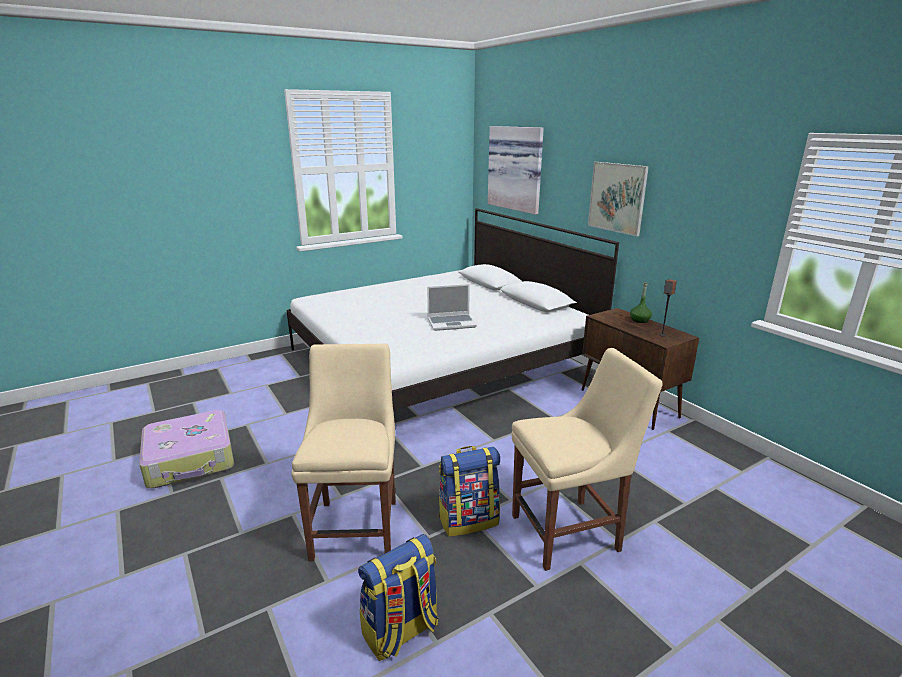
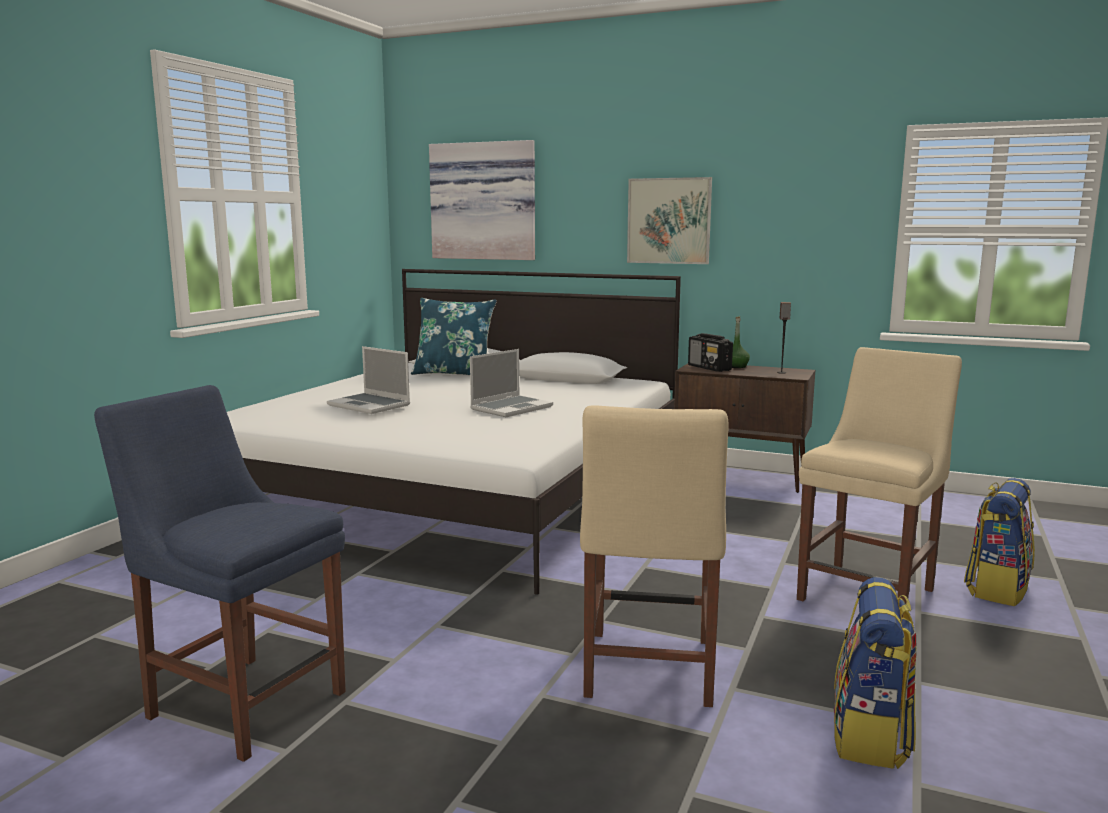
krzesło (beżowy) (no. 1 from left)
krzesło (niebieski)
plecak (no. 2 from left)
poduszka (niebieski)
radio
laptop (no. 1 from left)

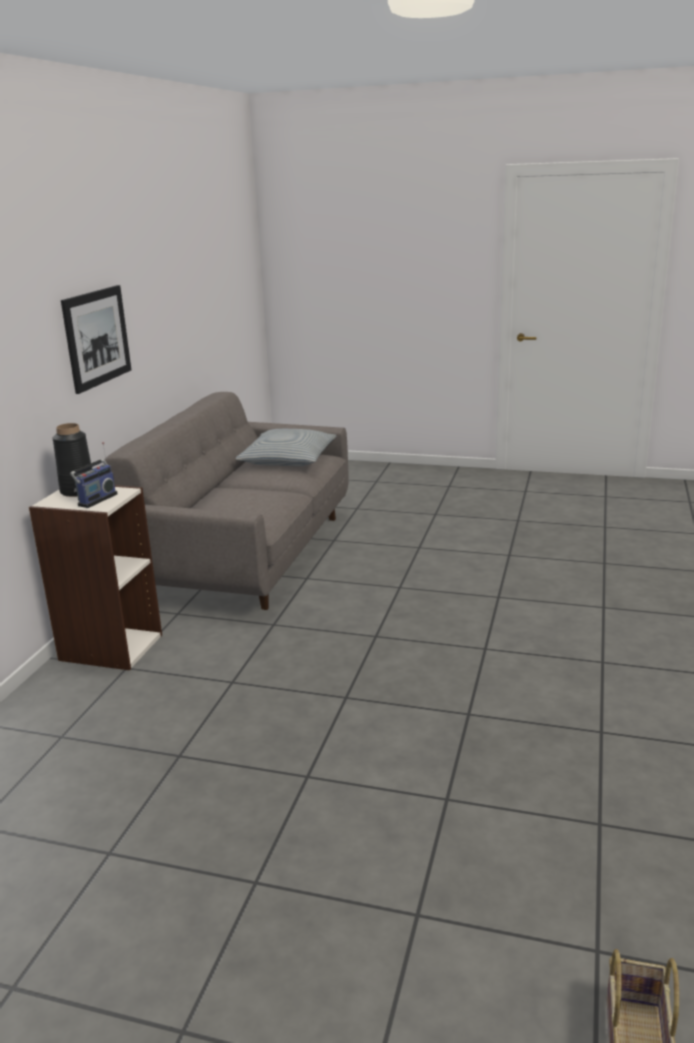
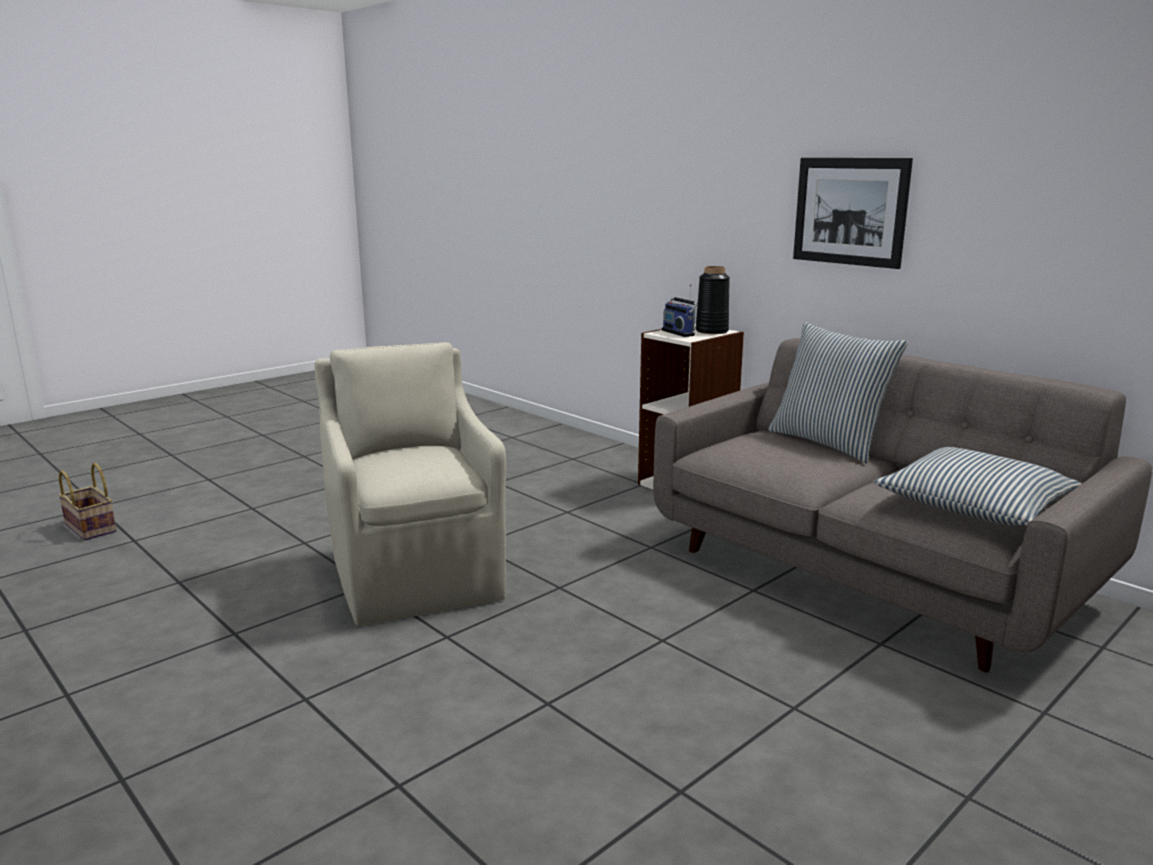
poduszka (no. 1 from left)
fotel (beżowy)

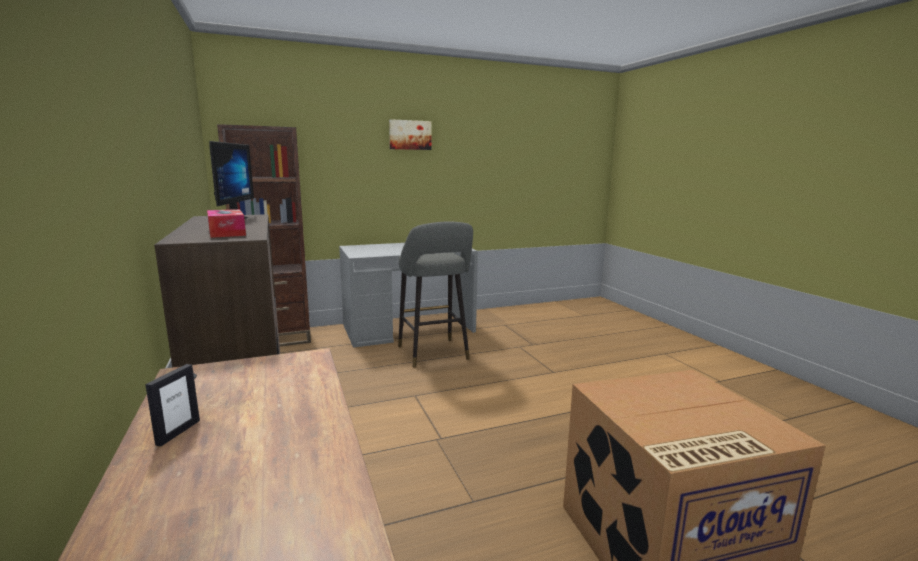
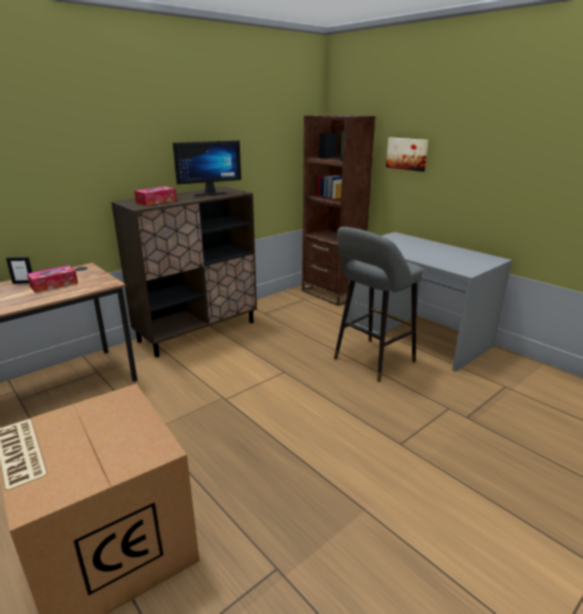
obraz
pudełko chusteczek (no. 1 from left)

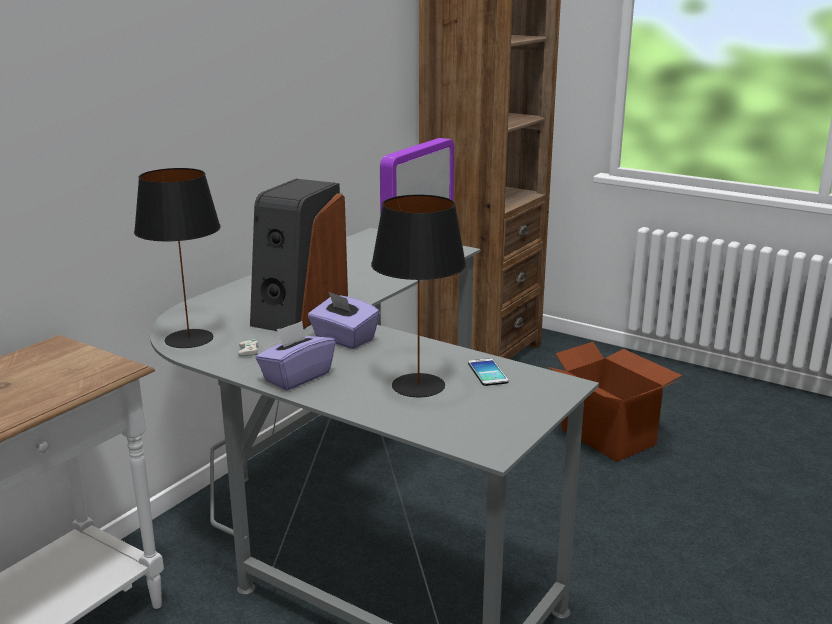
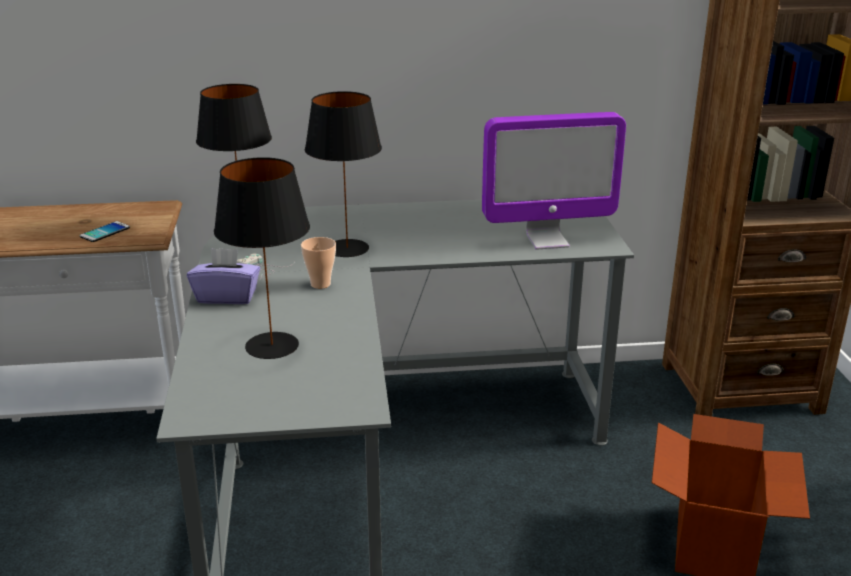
lampa stołowa (czarny) (no. 3 from left)
filiżanka
telefon

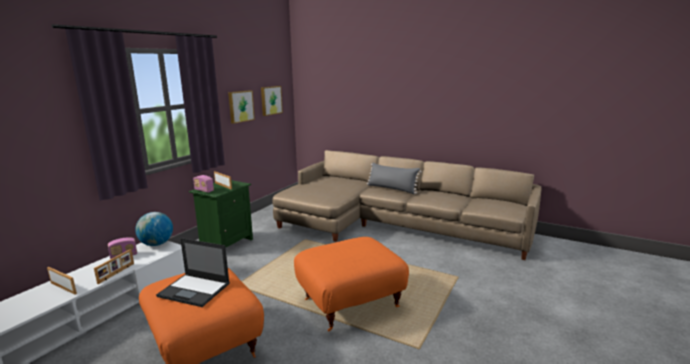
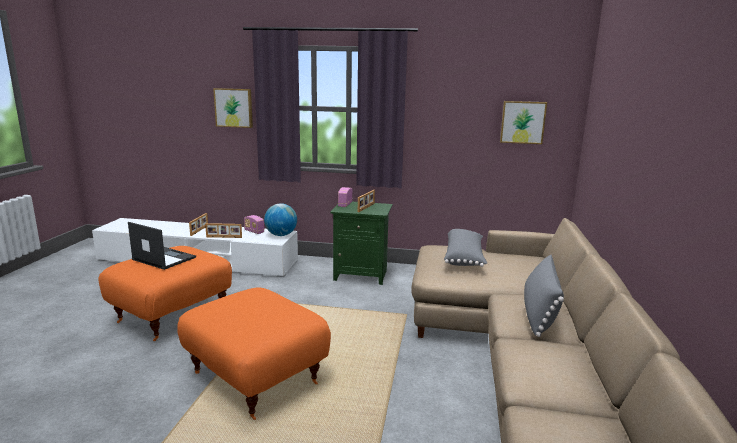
obraz (no. 1 from left)
laptop
poduszka (szary) (no. 1 from left)

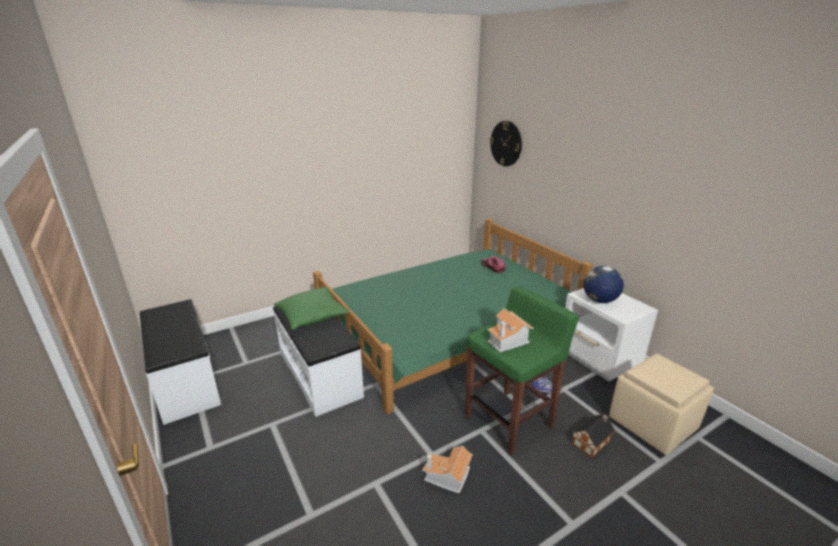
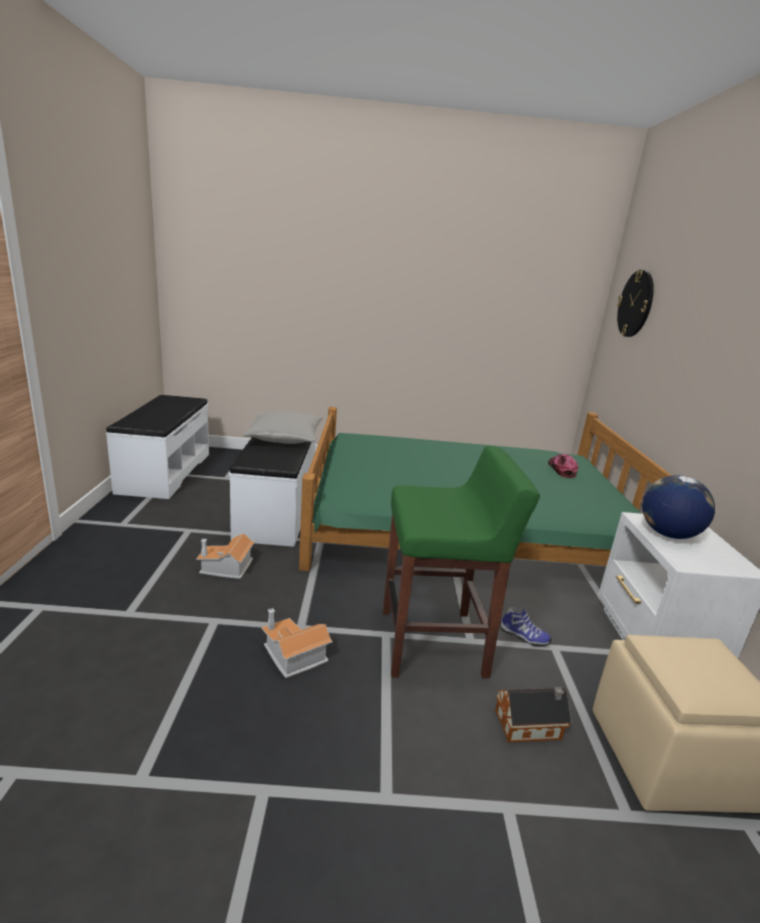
poduszka (szary)
domek (no. 1 from left)

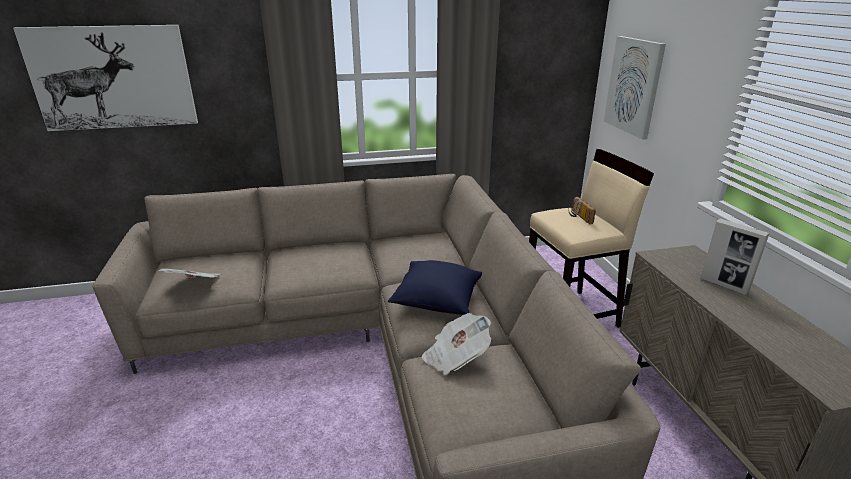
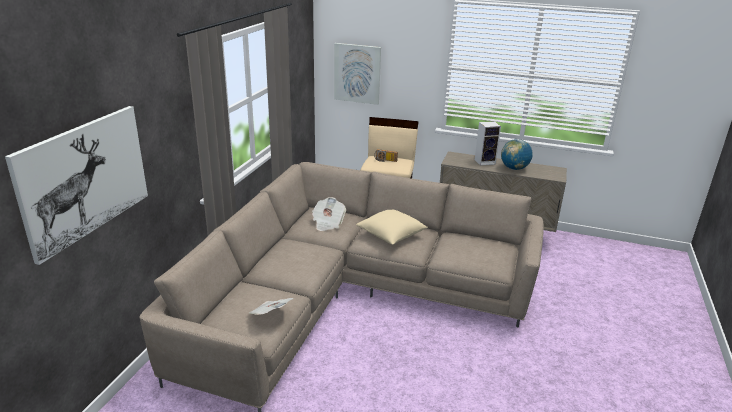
głośnik
poduszka (beżowy)
gazeta (no. 2 from left)
globus

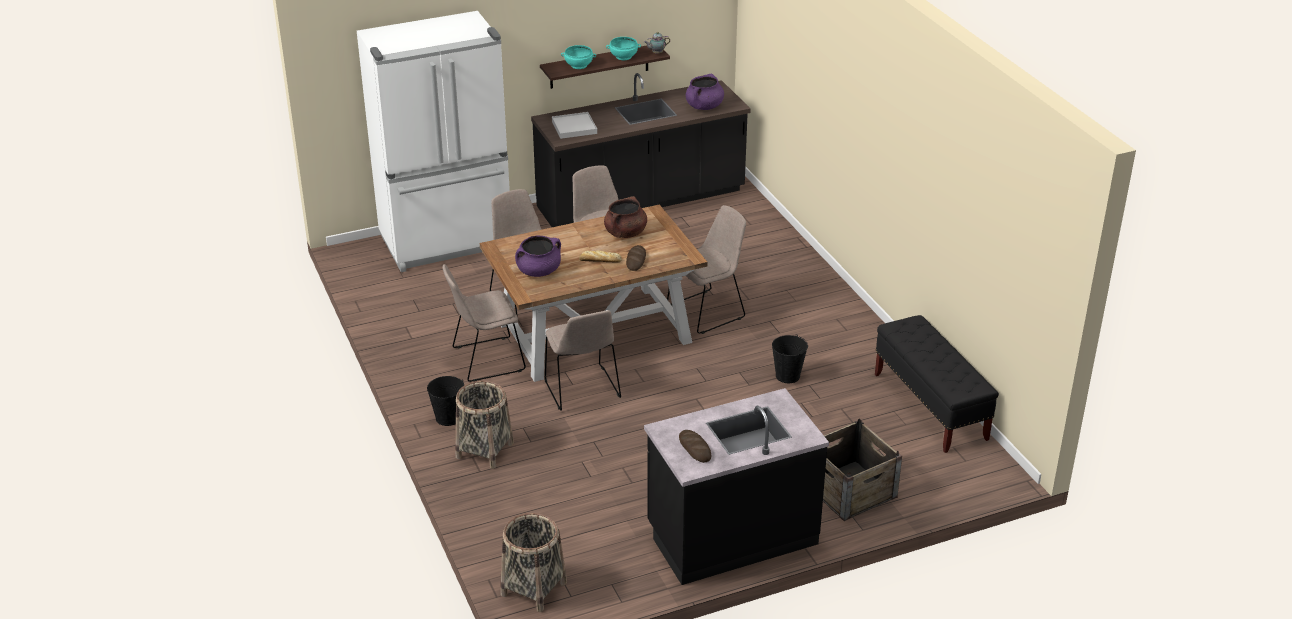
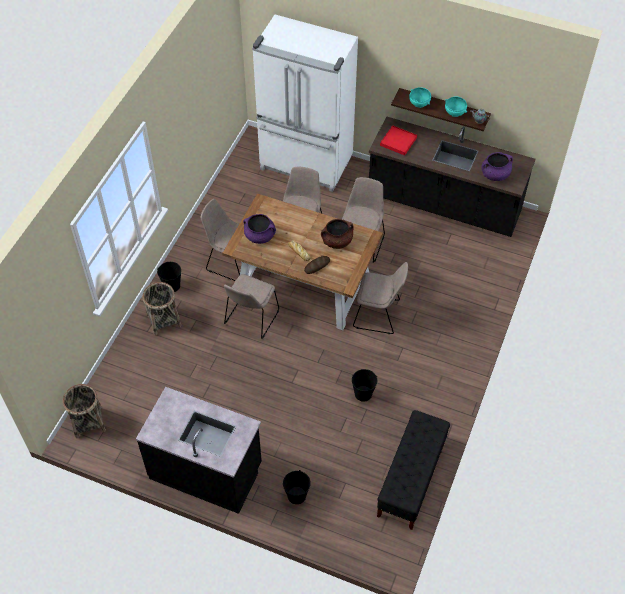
taca (czerwony)
wiadro (czarny) (no. 2 from left)
chleb (no. 3 from left in the first image)

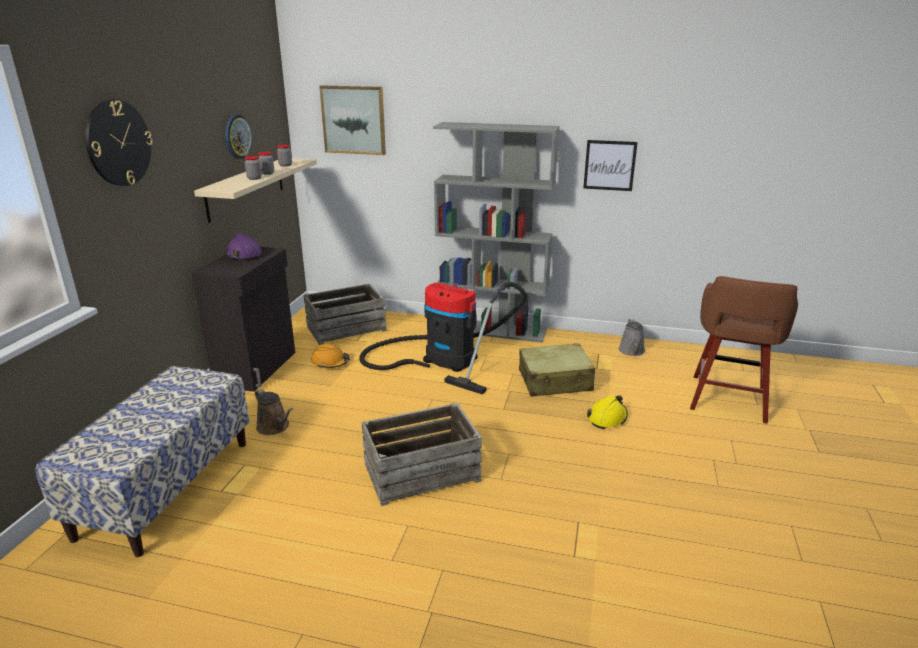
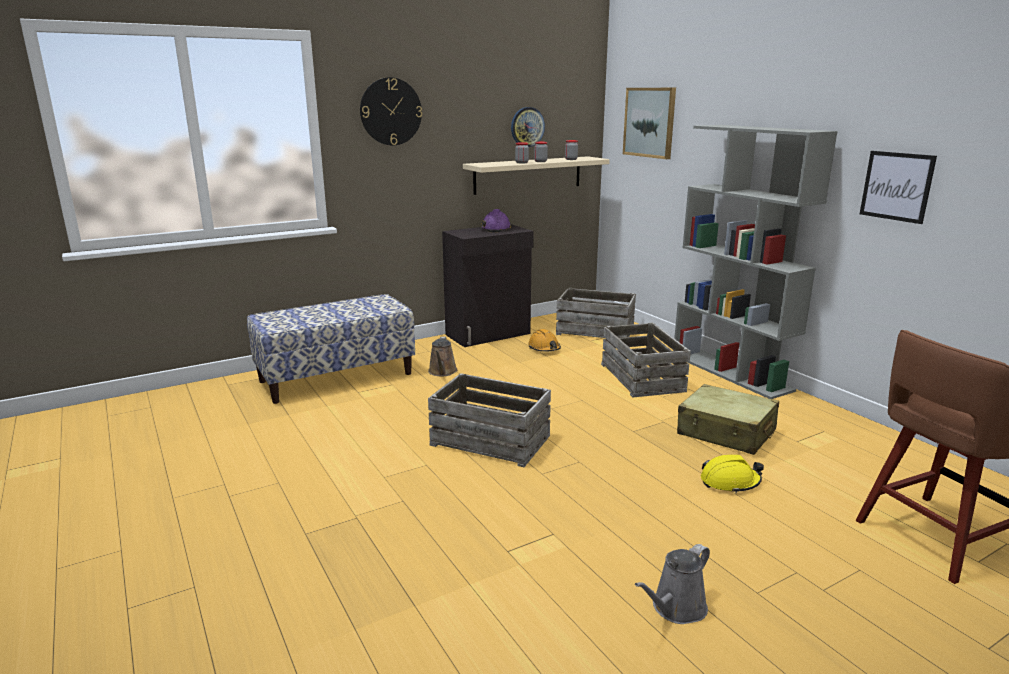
skrzynka (no. 3 from left)
konewka (szary)

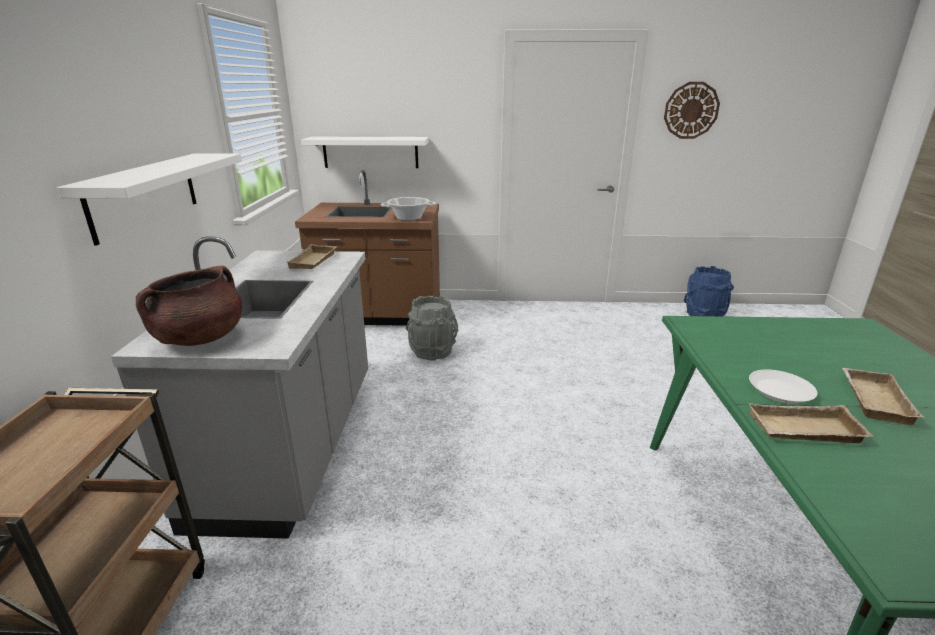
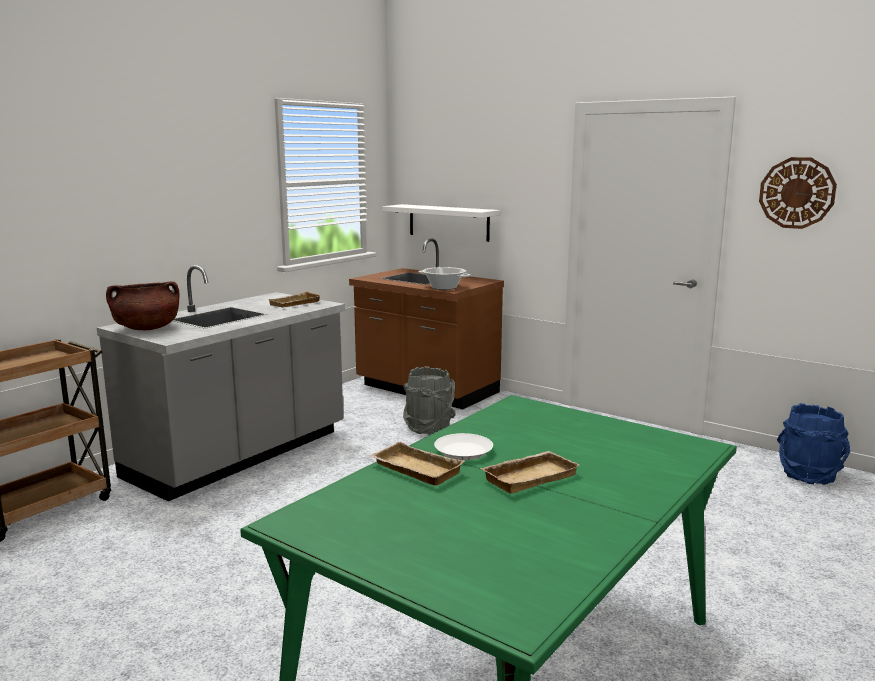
półka (biały) (no. 1 from left in the first image)

